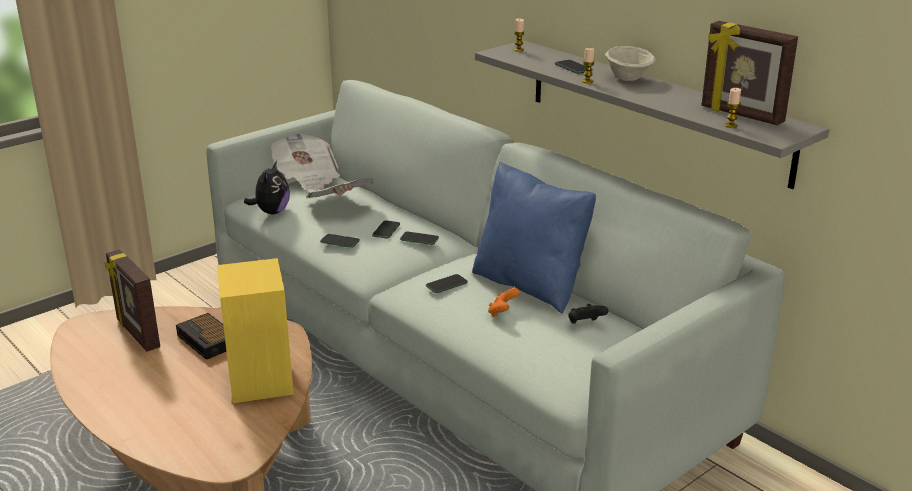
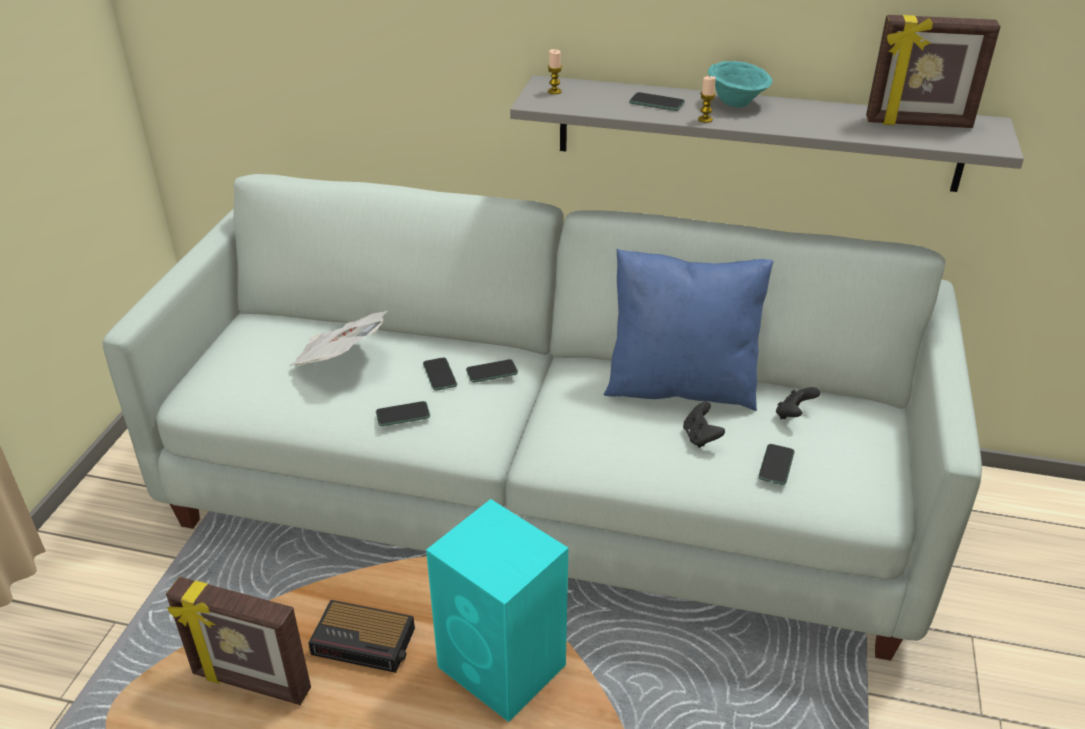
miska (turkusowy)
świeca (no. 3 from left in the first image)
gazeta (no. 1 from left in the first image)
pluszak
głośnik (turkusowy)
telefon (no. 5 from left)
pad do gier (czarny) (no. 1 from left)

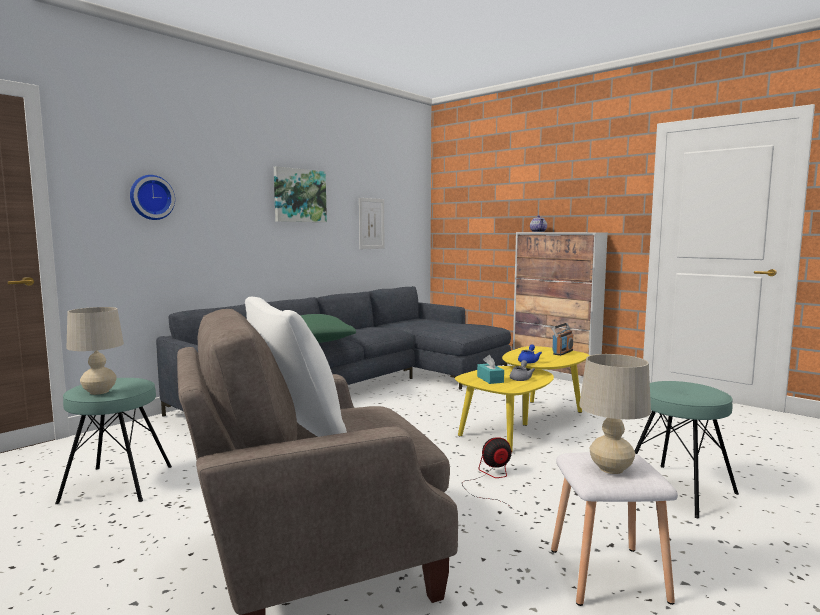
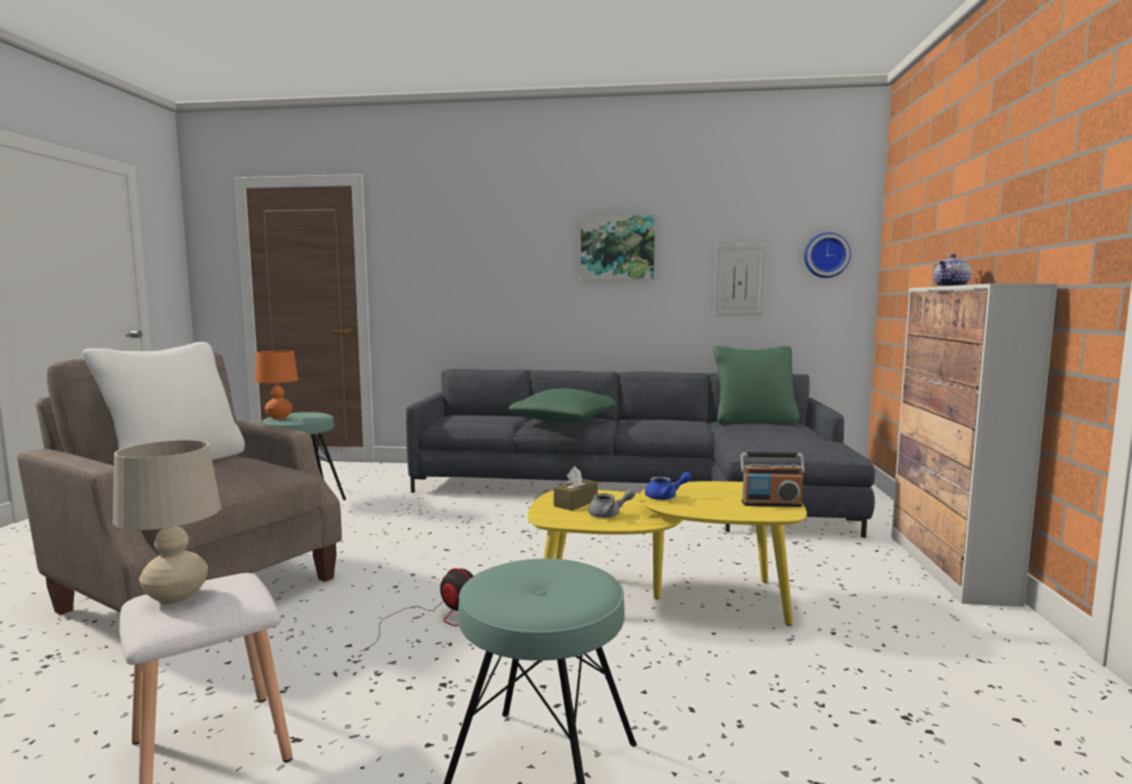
zegar ścienny
lampa stołowa (pomarańczowy)
pudełko chusteczek (brązowy)
poduszka (zielony) (no. 2 from left)

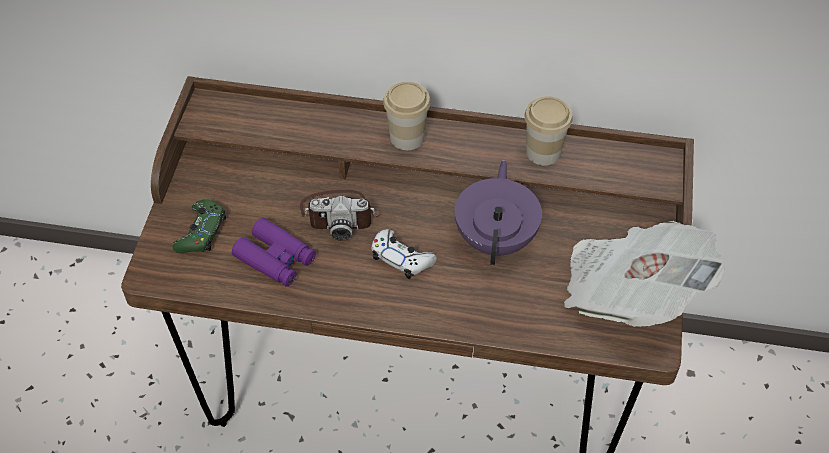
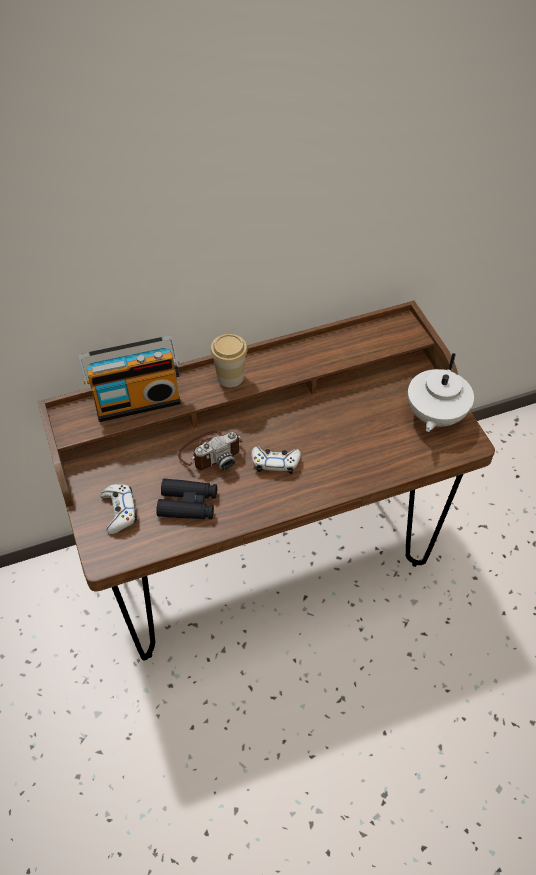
filiżanka (no. 2 from left in the first image)
imbryk (fioletowy)
pad do gier (biały) (no. 1 from left)
lornetka (czarny)
imbryk (biały)
radio

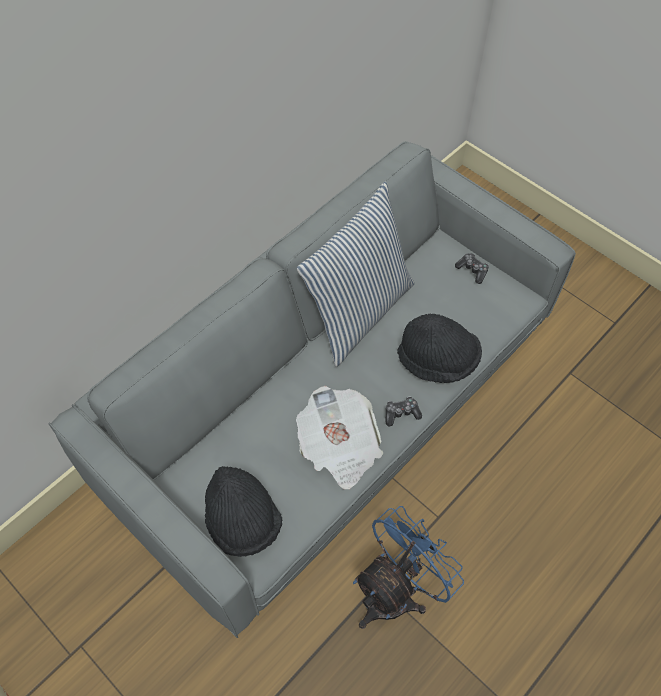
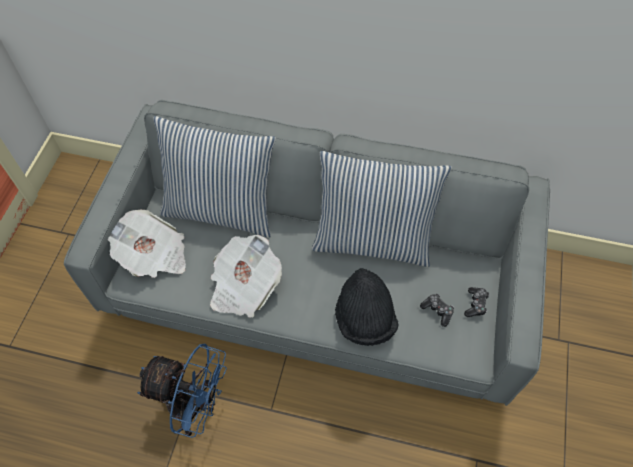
pad do gier (no. 1 from left)
gazeta (no. 1 from left)
poduszka (no. 1 from left)

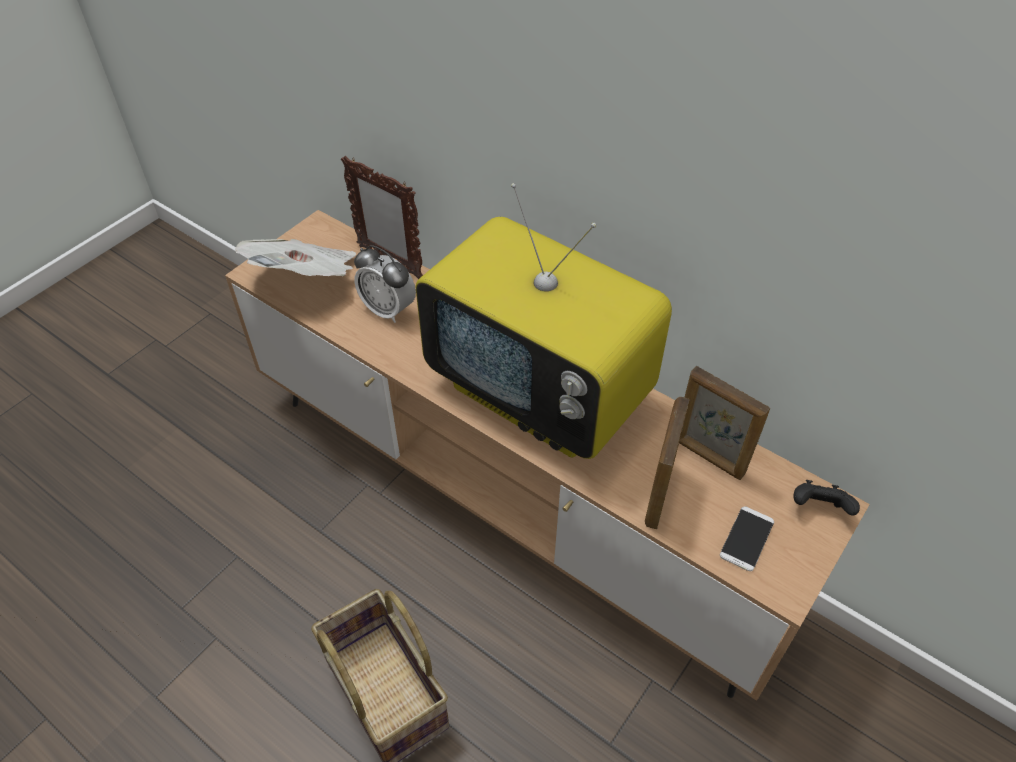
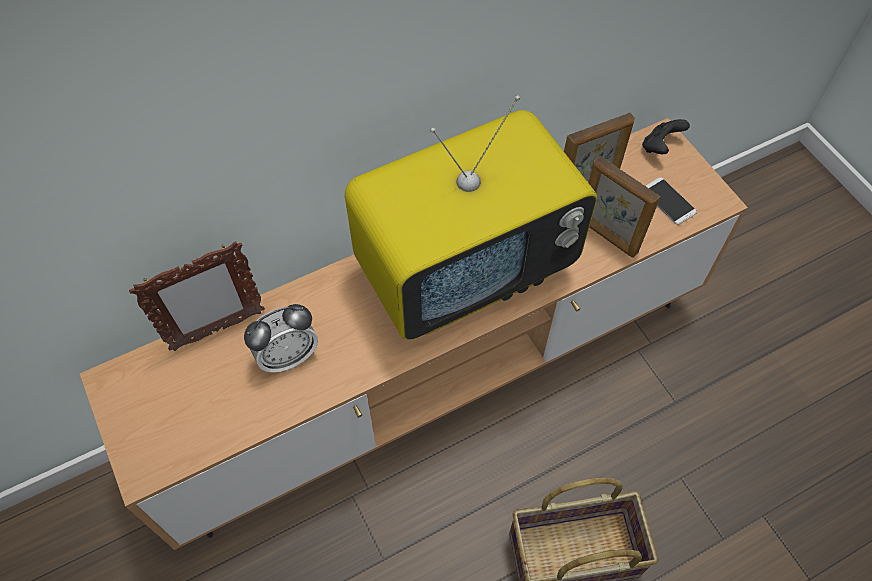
gazeta

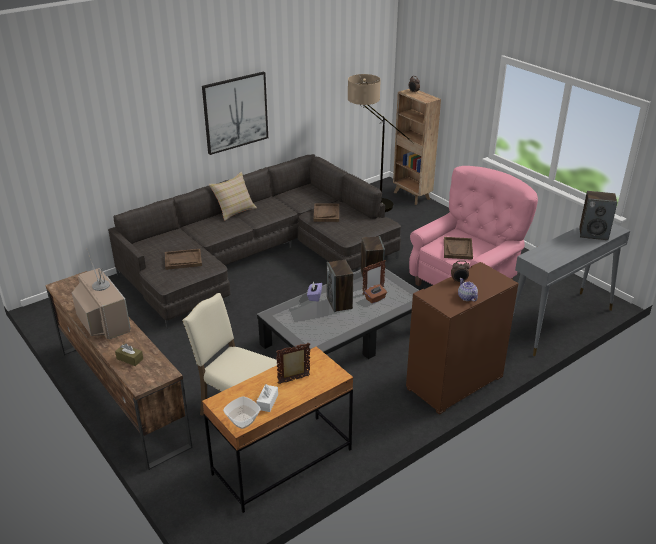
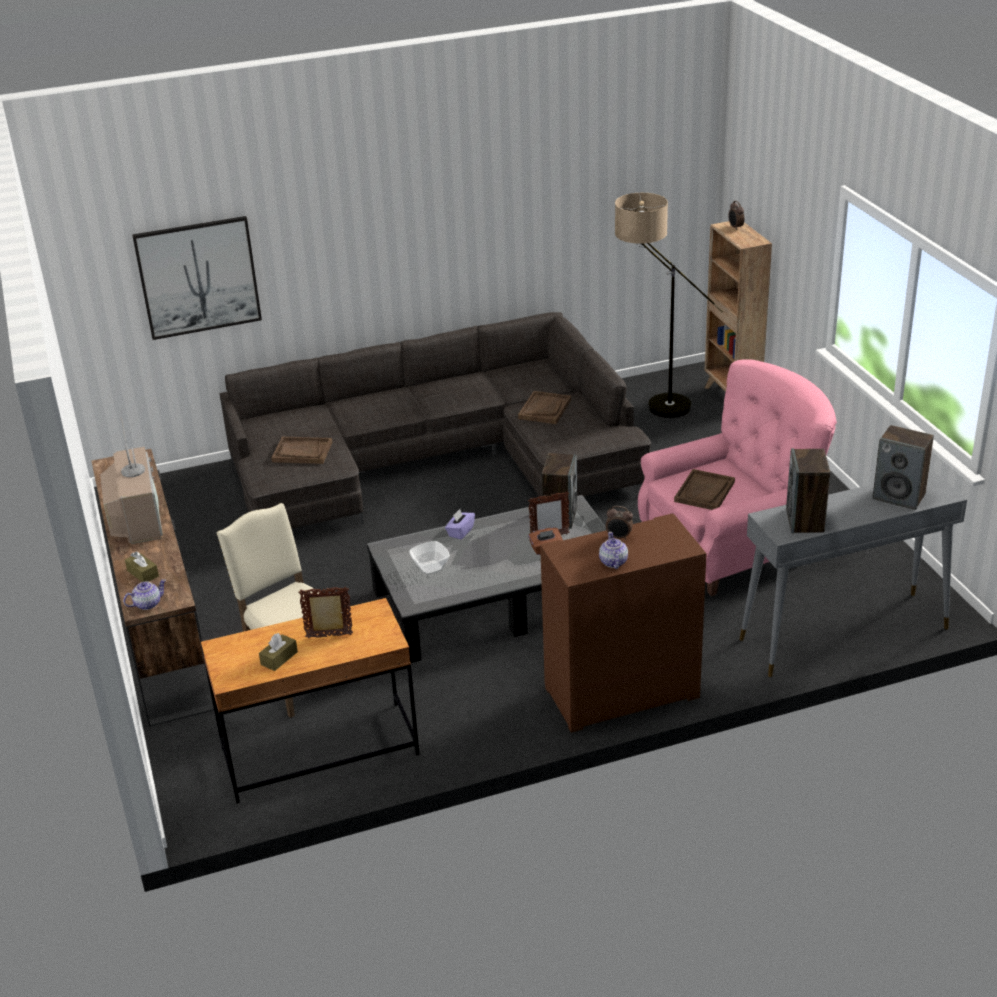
obraz
poduszka (beżowy)
głośnik (no. 2 from left)
pudełko chusteczek (brązowy) (no. 2 from left)
miska
imbryk (no. 1 from left)

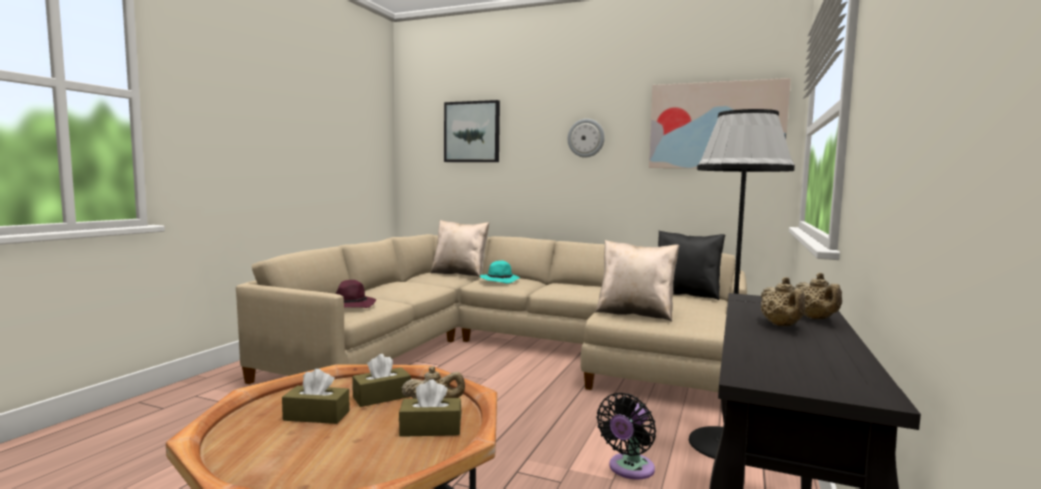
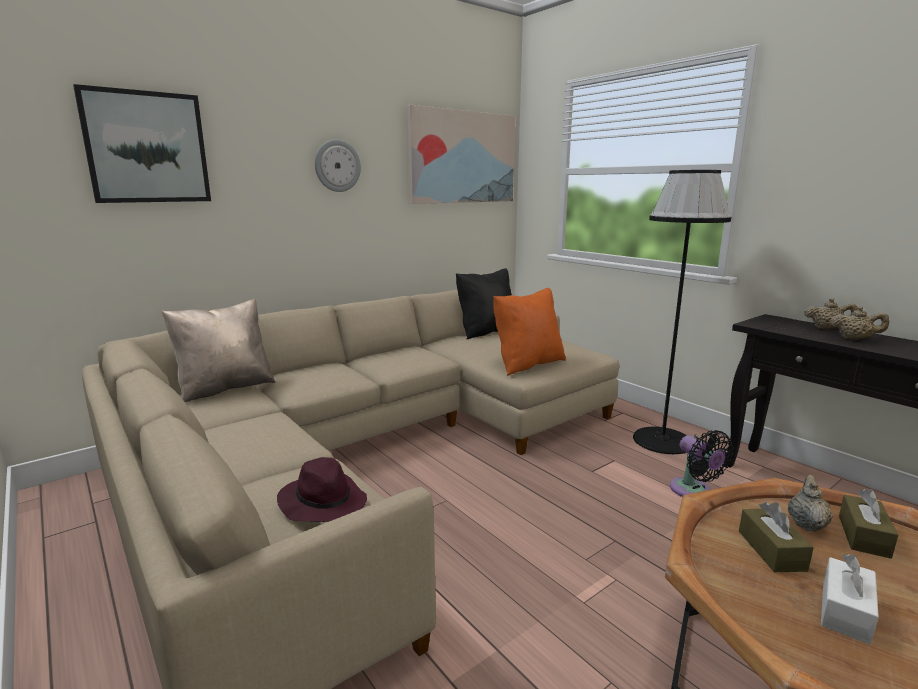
poduszka (pomarańczowy)
kapelusz (turkusowy)
pudełko chusteczek (biały)

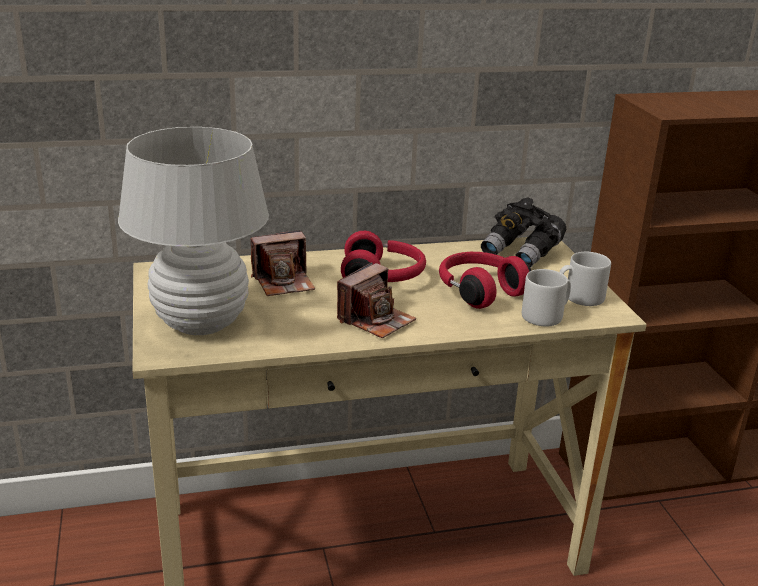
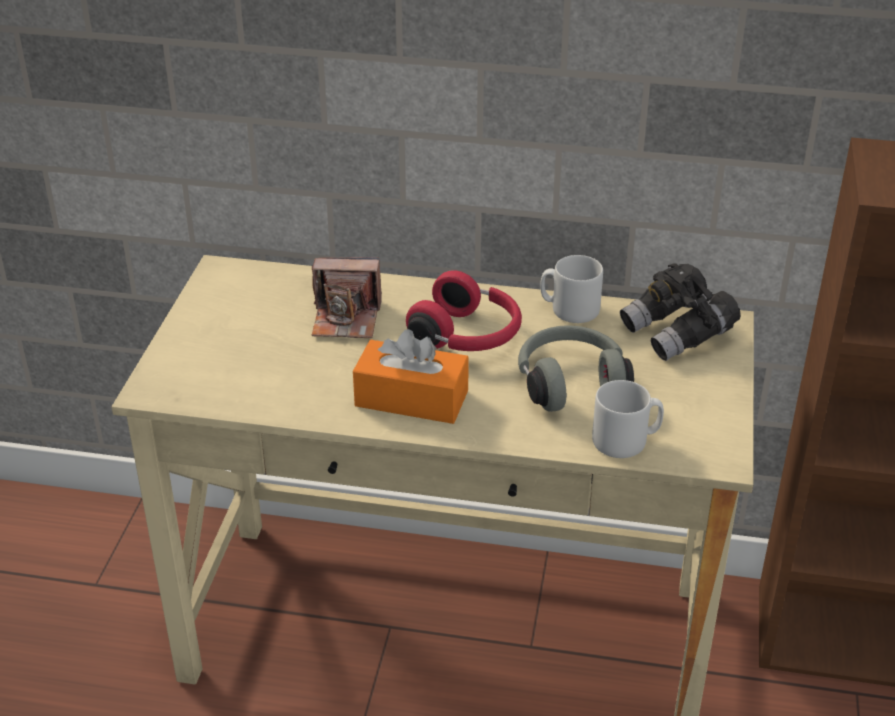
lampa stołowa (biały)
słuchawki (szary)
kubek (szary) (no. 1 from left)
pudełko chusteczek (pomarańczowy)

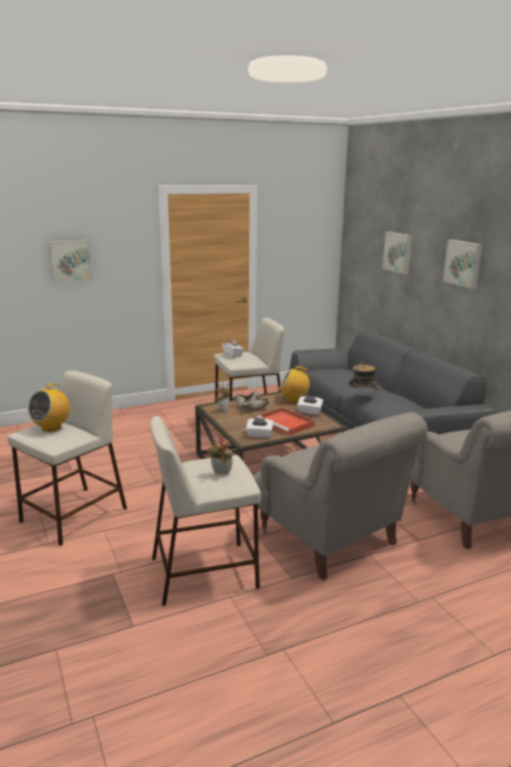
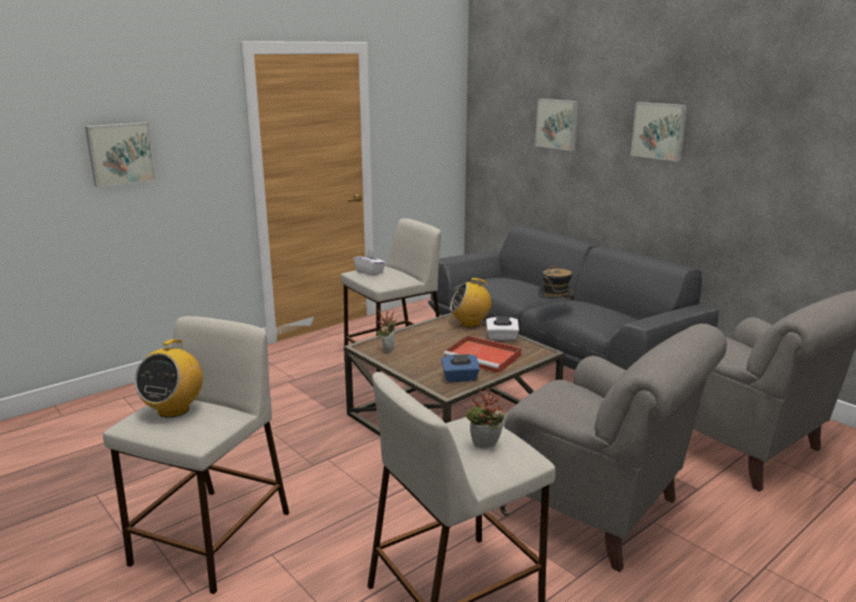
miska (beżowy)
pudełko chusteczek (niebieski)

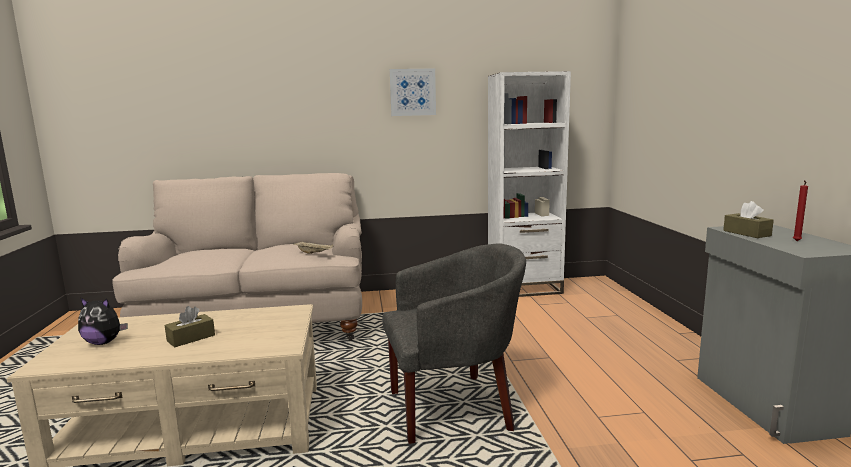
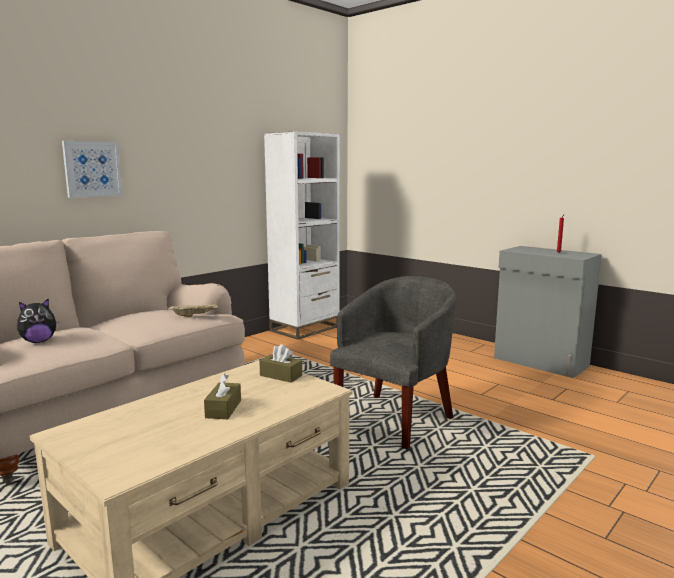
obraz
pudełko chusteczek (brązowy) (no. 2 from left)
pluszak

